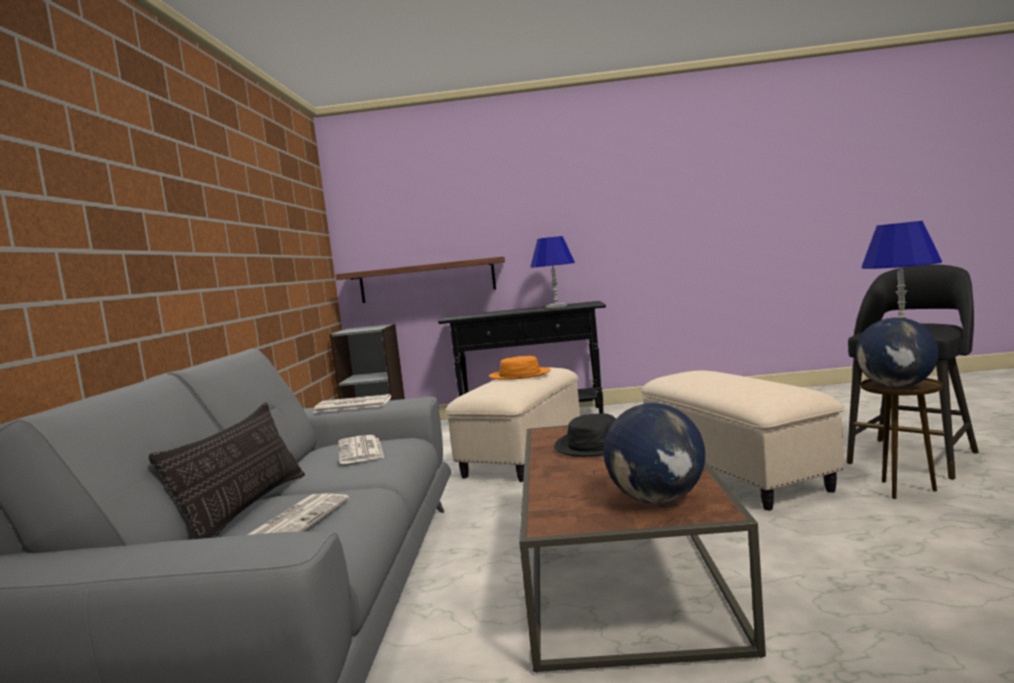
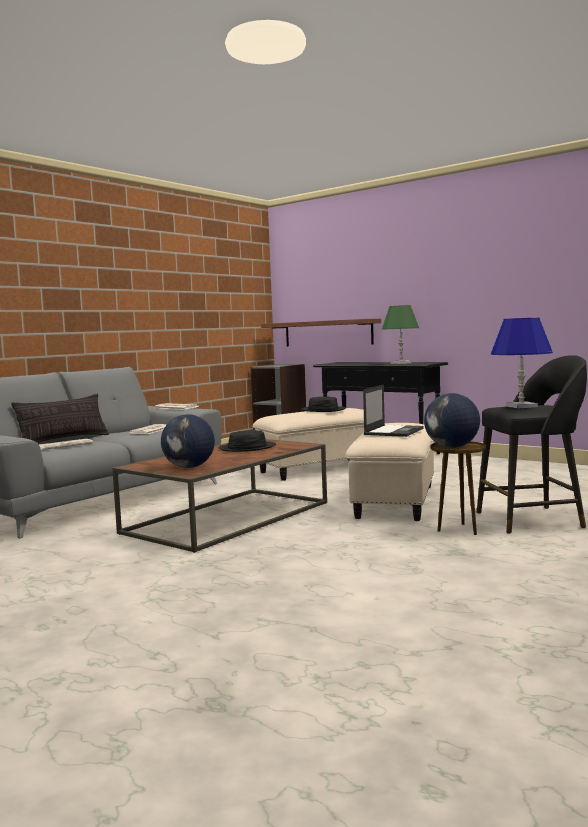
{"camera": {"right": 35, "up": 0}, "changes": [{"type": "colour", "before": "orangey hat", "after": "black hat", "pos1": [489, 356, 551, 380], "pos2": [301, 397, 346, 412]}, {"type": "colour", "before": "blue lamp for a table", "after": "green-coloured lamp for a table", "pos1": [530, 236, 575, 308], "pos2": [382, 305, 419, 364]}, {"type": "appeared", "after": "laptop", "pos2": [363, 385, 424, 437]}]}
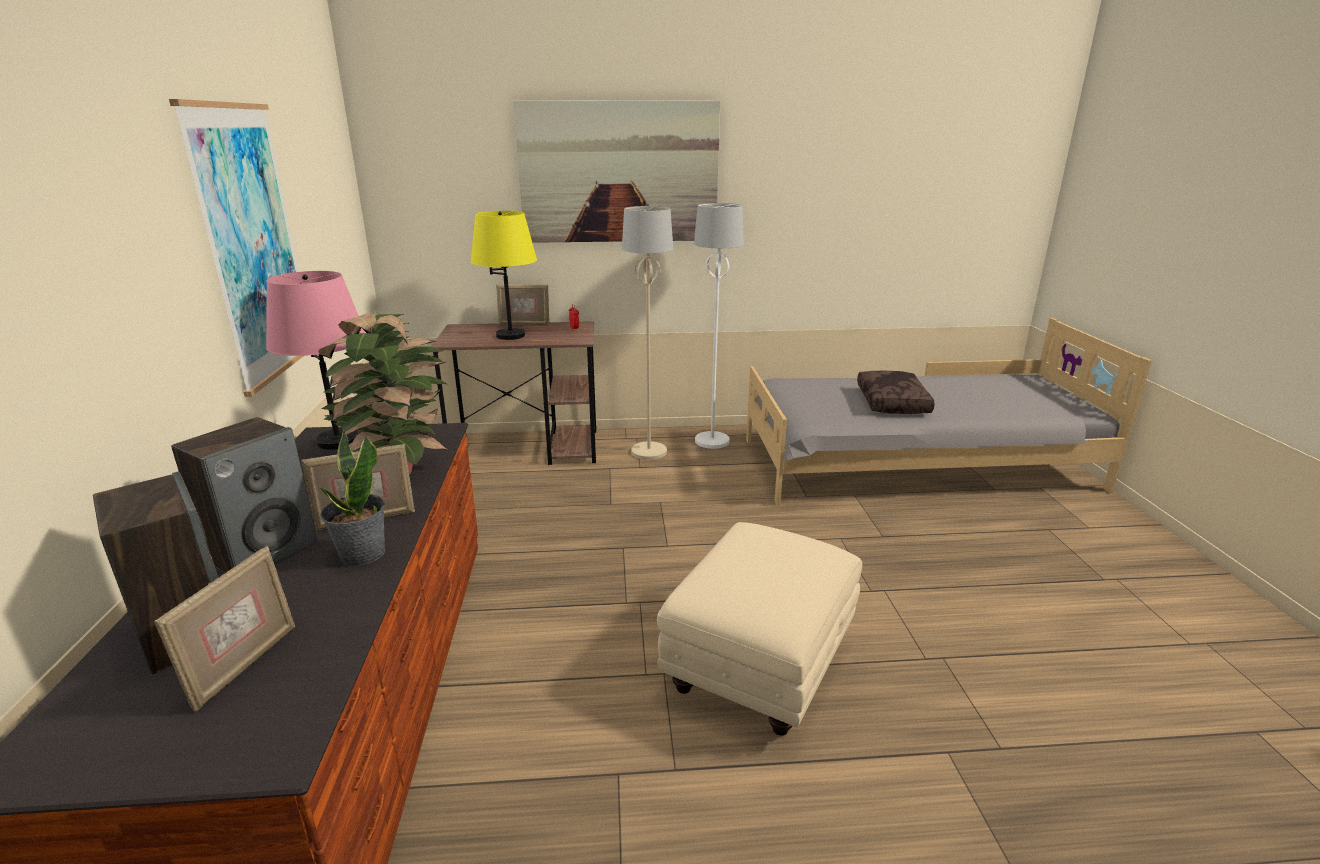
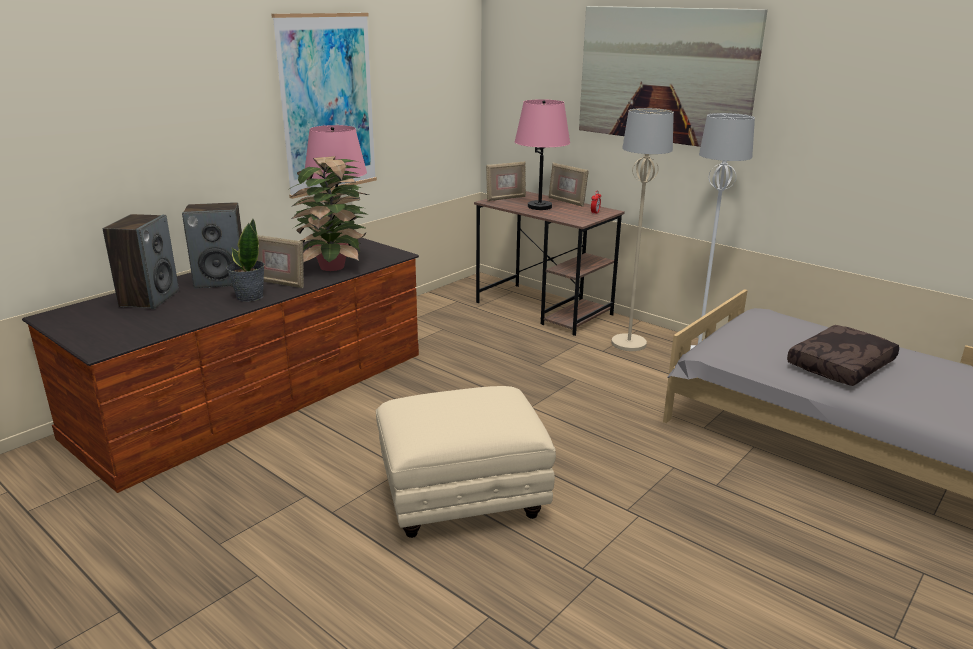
{"camera": {"right": 45, "up": 0}, "changes": [{"type": "relocated", "before": "picture frame", "pos1": [154, 546, 295, 712], "pos2": [486, 161, 526, 201]}, {"type": "colour", "before": "yellow-coloured lamp for a table", "after": "pinkish lamp for a table", "pos1": [471, 211, 537, 340], "pos2": [515, 99, 570, 210]}]}
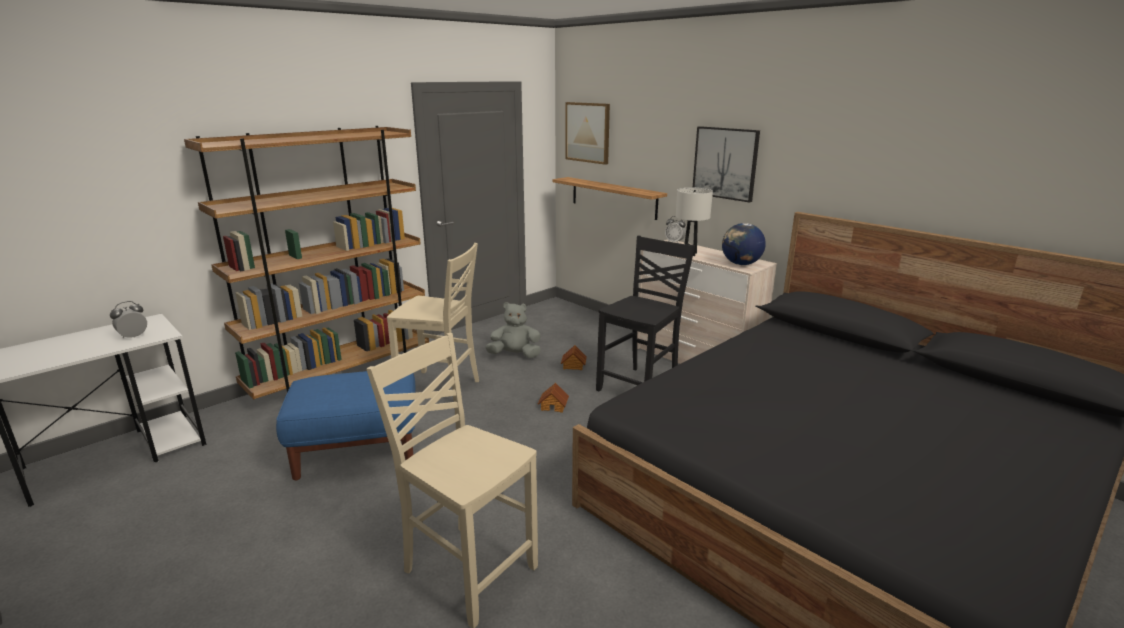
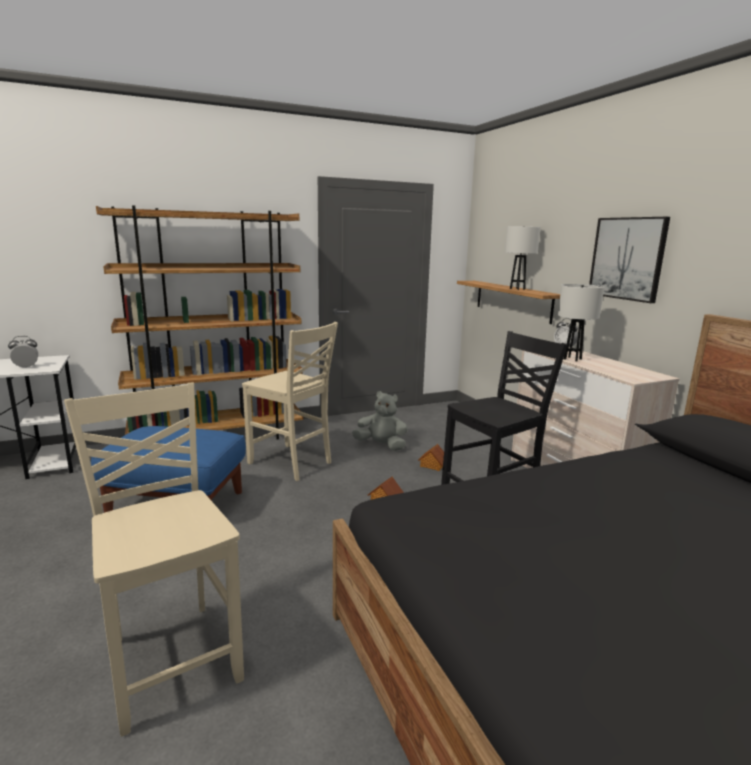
{"camera": {"right": 20, "up": -5}, "changes": [{"type": "missing", "before": "wall art", "pos1": [565, 102, 610, 165]}, {"type": "missing", "before": "world globe", "pos1": [722, 223, 766, 265]}, {"type": "appeared", "after": "white-coloured lamp for a table", "pos2": [505, 227, 541, 290]}]}
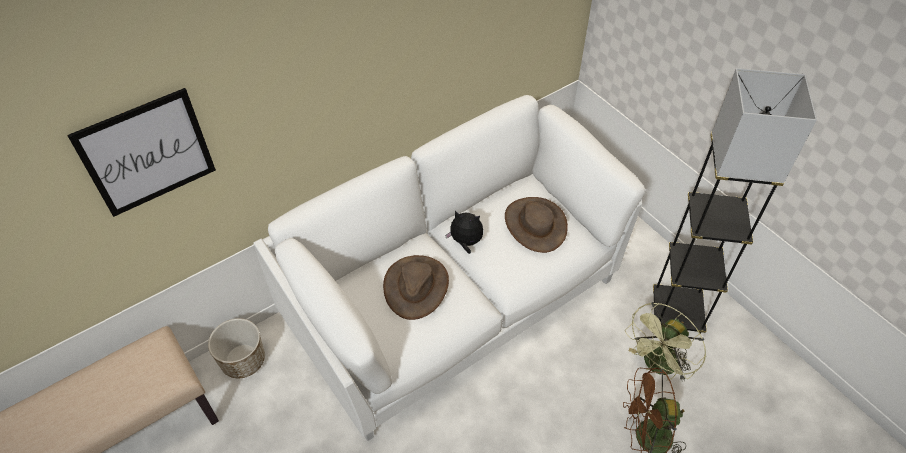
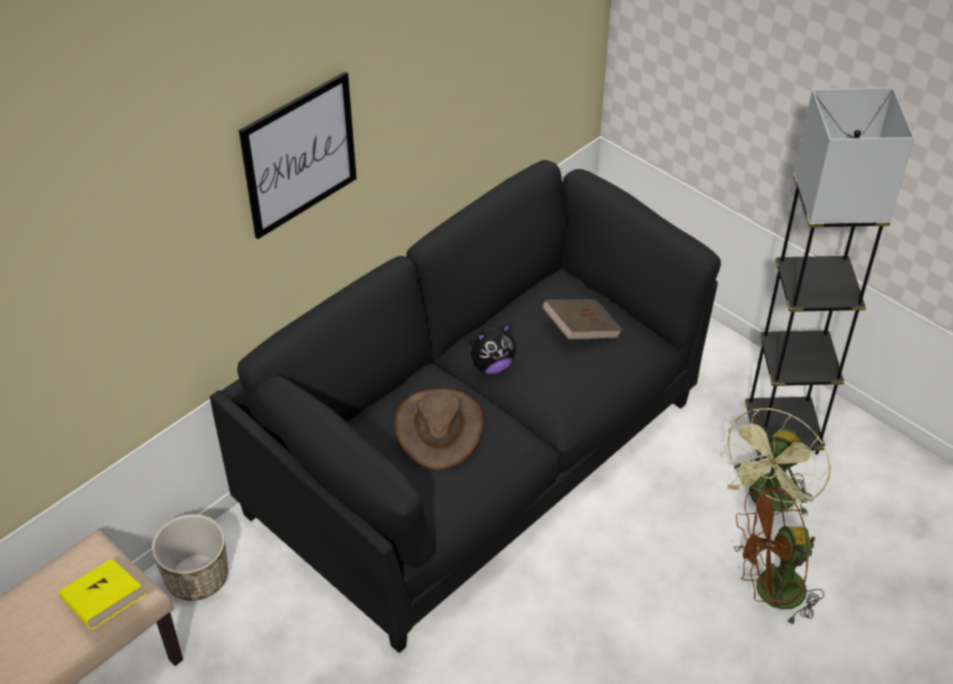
{"camera": {"right": -10, "up": -5}, "changes": [{"type": "relocated", "before": "wall art", "pos1": [67, 88, 216, 217], "pos2": [239, 71, 357, 239]}, {"type": "colour", "before": "white-coloured couch", "after": "black couch", "pos1": [253, 95, 645, 441], "pos2": [210, 160, 721, 653]}, {"type": "spun", "before": "cuddly toy", "pos1": [445, 211, 483, 254], "pos2": [469, 323, 516, 374], "turn": 150}, {"type": "exchanged", "before": "brown hat", "after": "brown book", "pos1": [505, 197, 568, 253], "pos2": [542, 299, 622, 340]}, {"type": "appeared", "after": "yellow-coloured book", "pos2": [59, 558, 146, 629]}]}
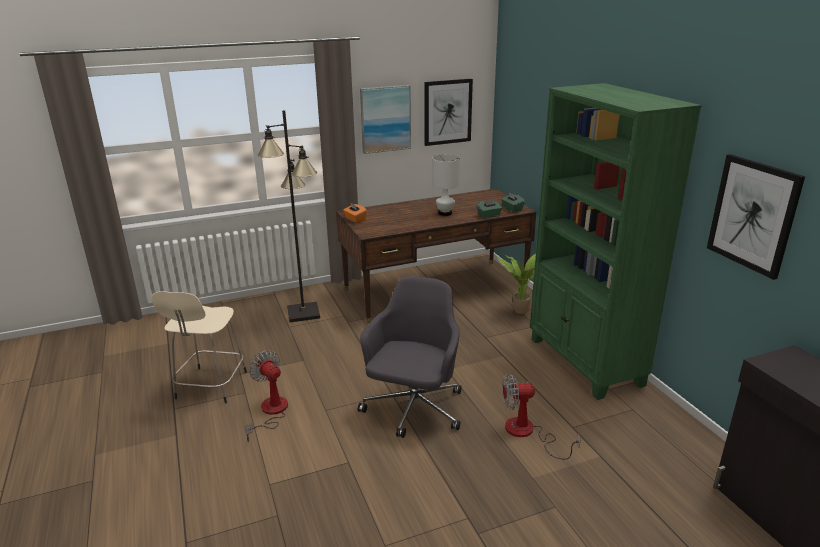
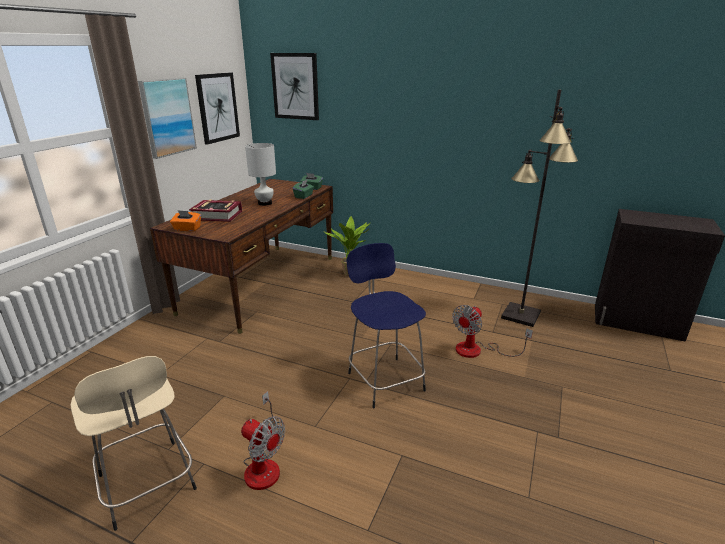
{"camera": {"right": -45, "up": 0}, "changes": [{"type": "spun", "before": "electric fan", "pos1": [245, 350, 288, 442], "pos2": [241, 391, 285, 490], "turn": -150}, {"type": "relocated", "before": "black standard lamp", "pos1": [258, 110, 320, 322], "pos2": [501, 90, 578, 327]}, {"type": "exchanged", "before": "gray office chair", "after": "blue stool seat", "pos1": [358, 276, 462, 438], "pos2": [347, 243, 426, 408]}, {"type": "missing", "before": "green-coloured bookshelf", "pos1": [530, 83, 702, 400]}, {"type": "relocated", "before": "wall art", "pos1": [707, 154, 805, 280], "pos2": [270, 53, 319, 120]}, {"type": "appeared", "after": "book", "pos2": [189, 199, 242, 222]}]}
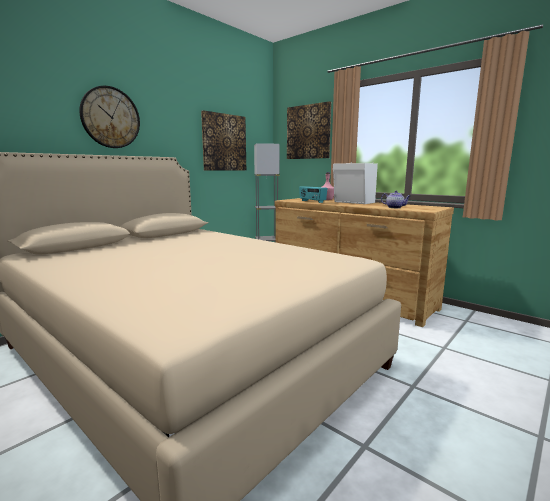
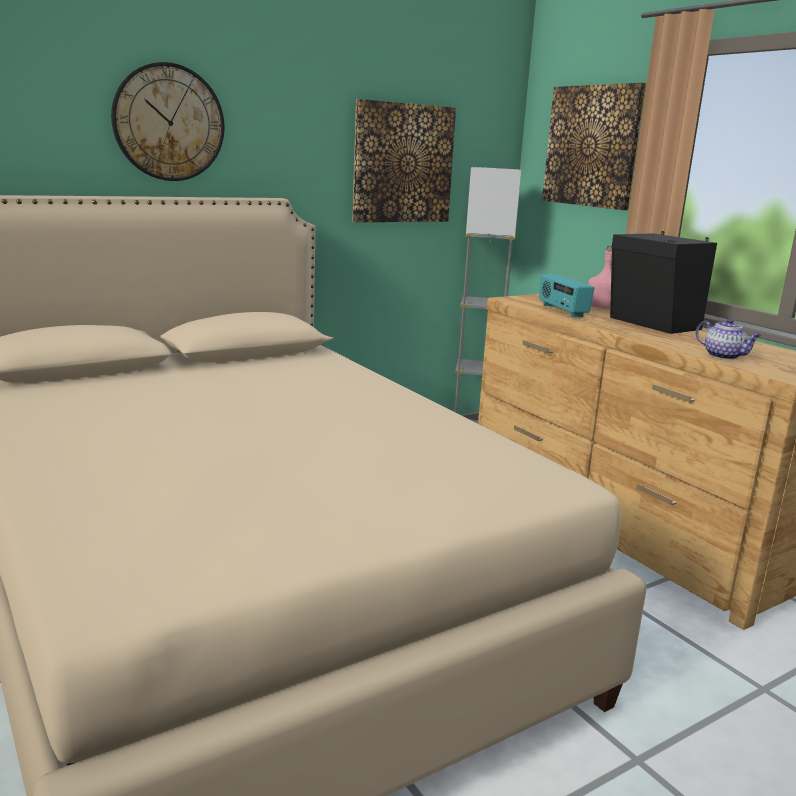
{"camera": {"right": 15, "up": 5}, "changes": [{"type": "colour", "before": "white-coloured audio speaker", "after": "black audio speaker", "pos1": [333, 162, 378, 204], "pos2": [610, 231, 717, 334]}]}
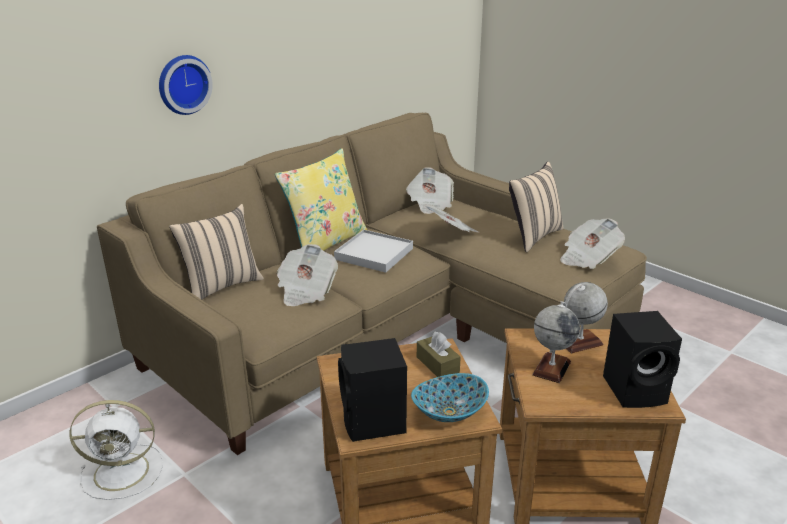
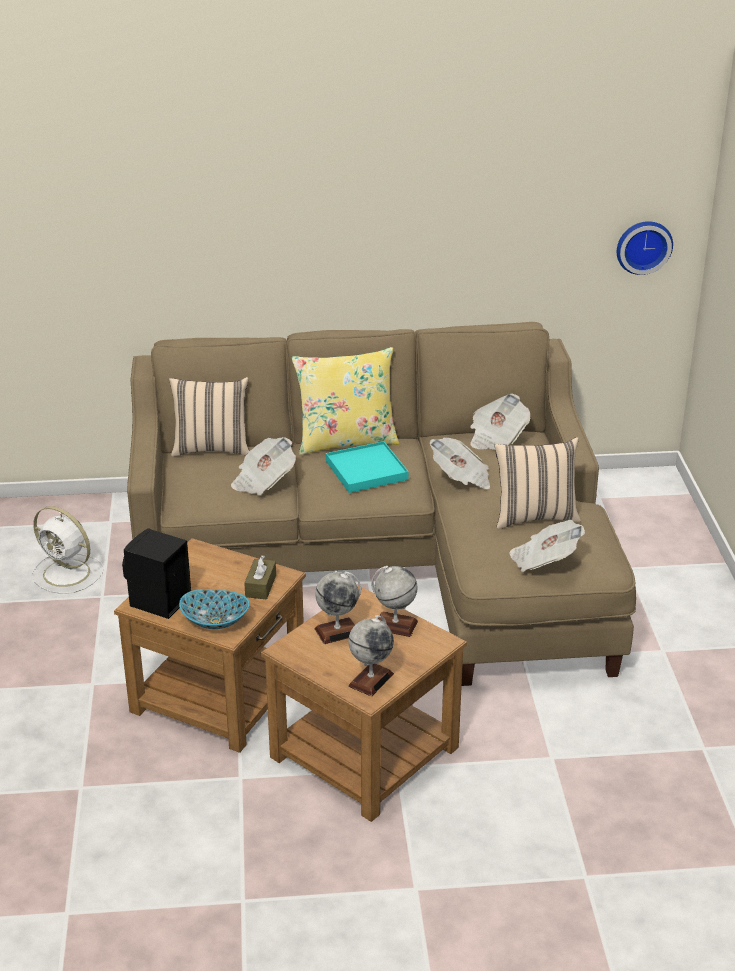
{"camera": {"right": 40, "up": 5}, "changes": [{"type": "relocated", "before": "clock on the wall", "pos1": [159, 55, 213, 115], "pos2": [617, 221, 673, 275]}, {"type": "colour", "before": "white-coloured carrying tray", "after": "turquoise carrying tray", "pos1": [334, 229, 413, 273], "pos2": [326, 441, 409, 493]}, {"type": "exchanged", "before": "black audio speaker", "after": "world globe", "pos1": [603, 311, 682, 408], "pos2": [348, 615, 394, 696]}]}
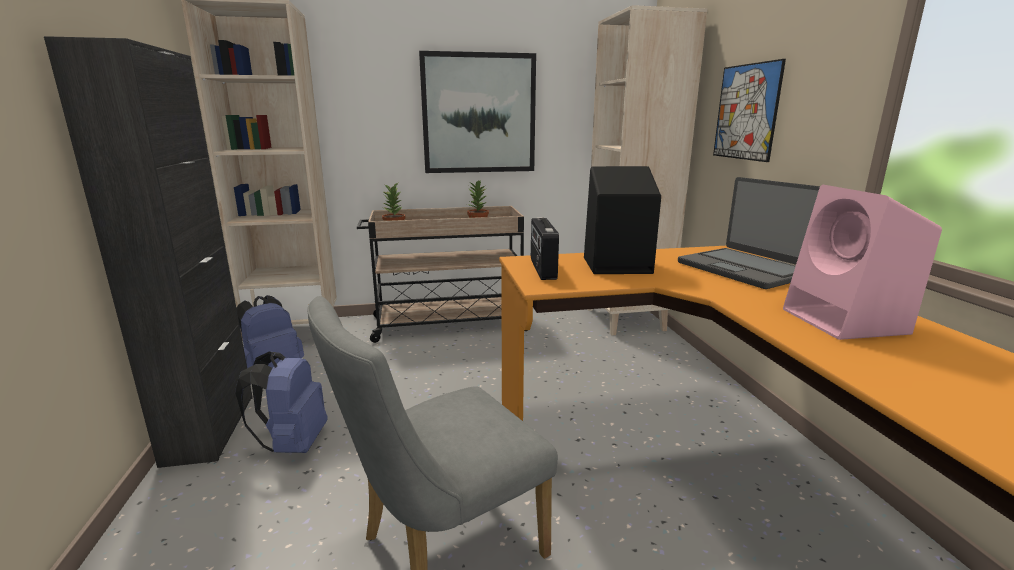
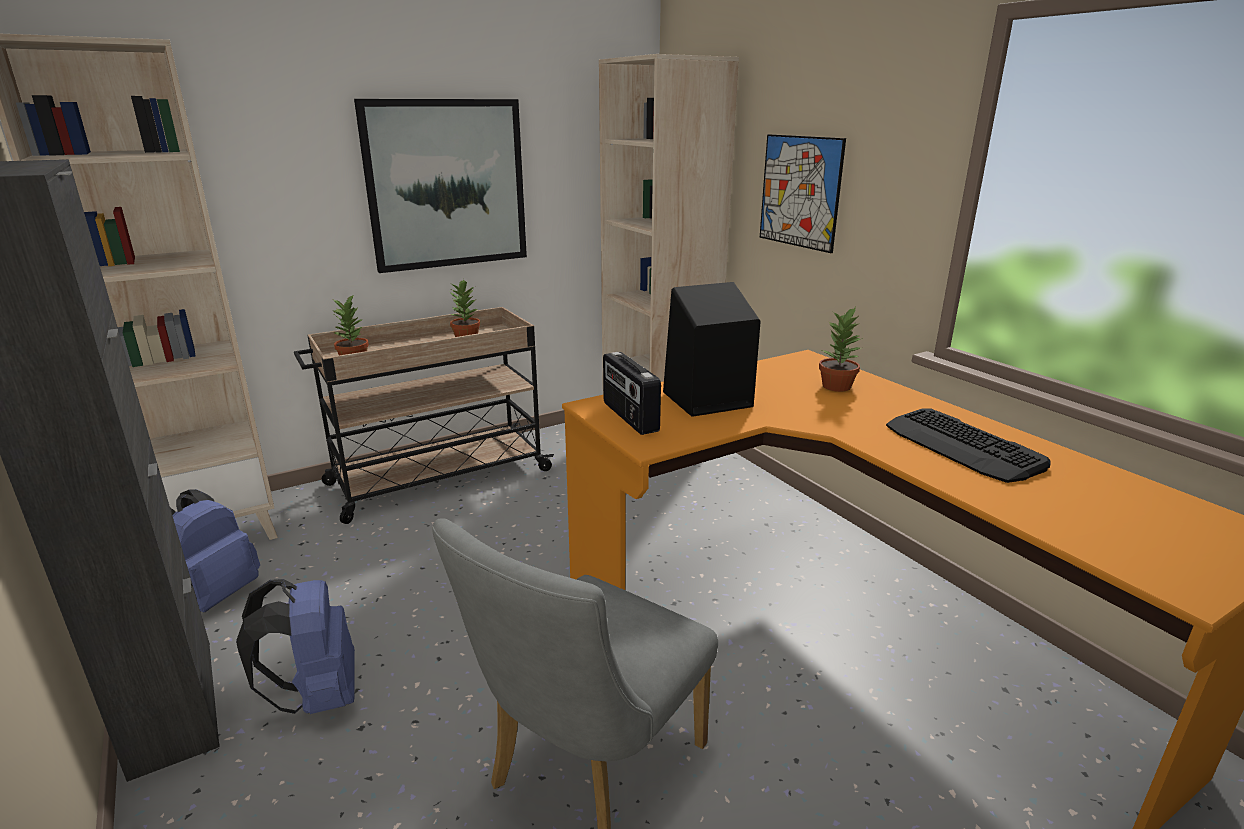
{"camera": {"right": -20, "up": 5}, "changes": [{"type": "exchanged", "before": "laptop", "after": "plant in a pot", "pos1": [678, 177, 820, 289], "pos2": [819, 307, 863, 392]}, {"type": "exchanged", "before": "pinkish audio speaker", "after": "computer keyboard", "pos1": [783, 185, 942, 340], "pos2": [886, 408, 1051, 483]}]}
